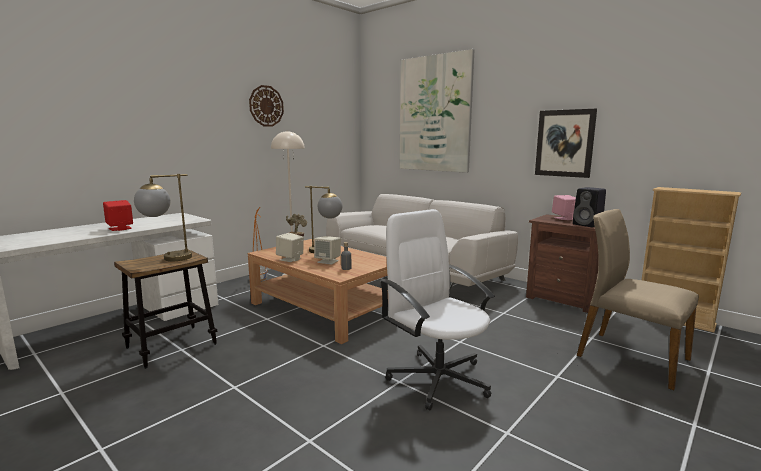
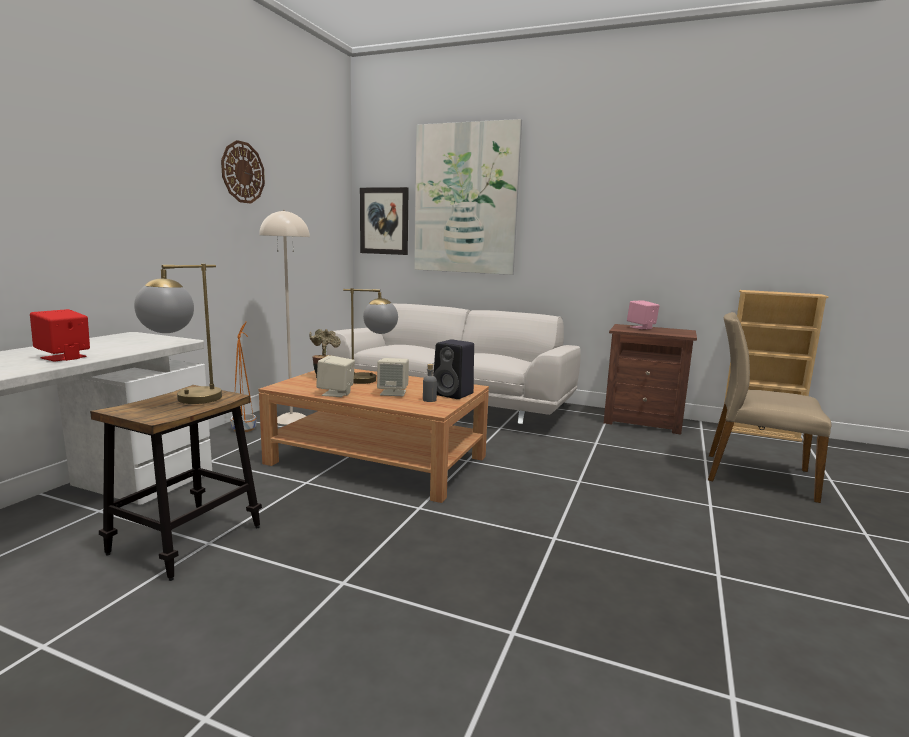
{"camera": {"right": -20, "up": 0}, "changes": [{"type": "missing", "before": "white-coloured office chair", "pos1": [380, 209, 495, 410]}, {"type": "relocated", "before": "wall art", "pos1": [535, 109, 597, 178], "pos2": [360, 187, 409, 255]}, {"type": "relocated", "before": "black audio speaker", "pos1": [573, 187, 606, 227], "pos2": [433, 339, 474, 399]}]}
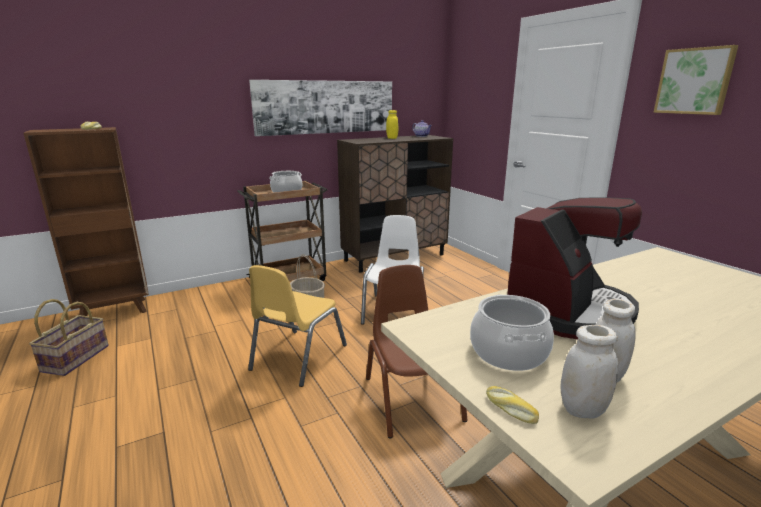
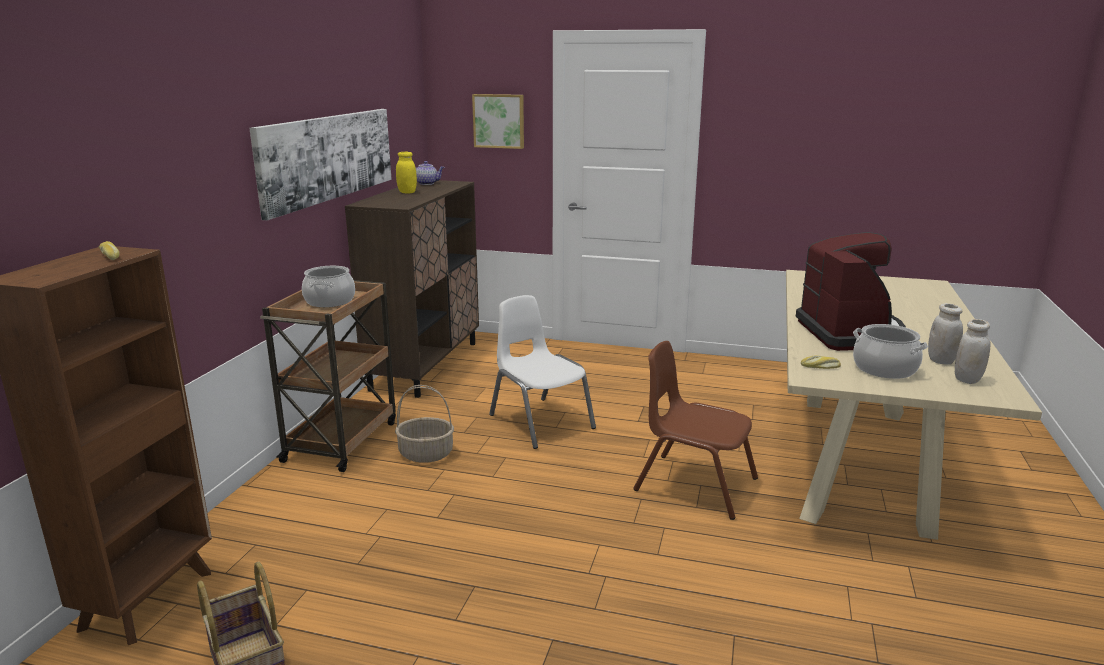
{"camera": {"right": -45, "up": 0}, "changes": [{"type": "missing", "before": "yellow-coloured upright chair", "pos1": [248, 265, 347, 387]}, {"type": "relocated", "before": "bread", "pos1": [486, 386, 539, 424], "pos2": [801, 356, 841, 369]}, {"type": "relocated", "before": "wall art", "pos1": [654, 45, 739, 115], "pos2": [472, 94, 524, 149]}]}
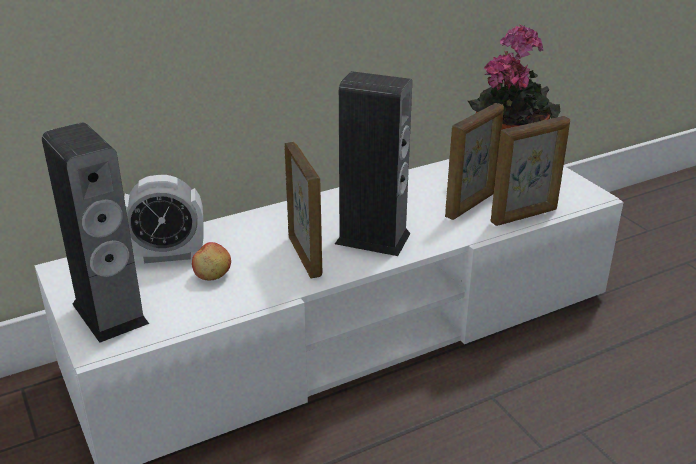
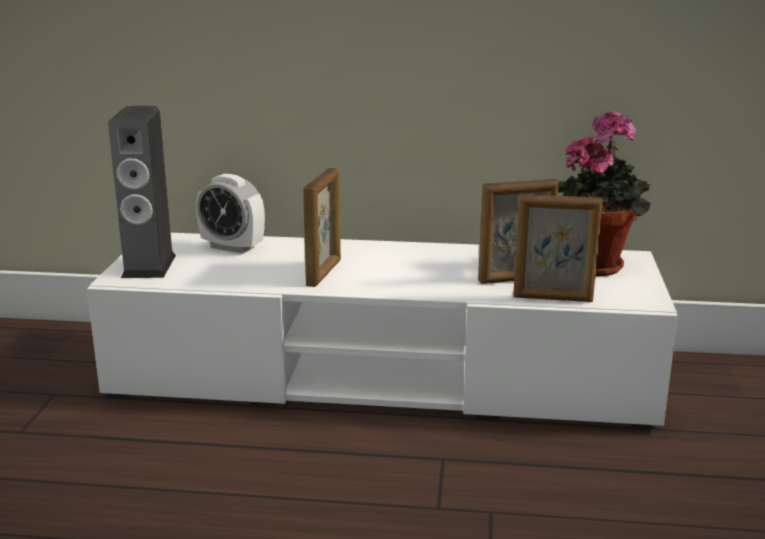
{"camera": {"right": 35, "up": -10}, "changes": [{"type": "missing", "before": "apple fruit", "pos1": [192, 242, 231, 280]}, {"type": "missing", "before": "audio speaker", "pos1": [335, 71, 412, 256]}]}
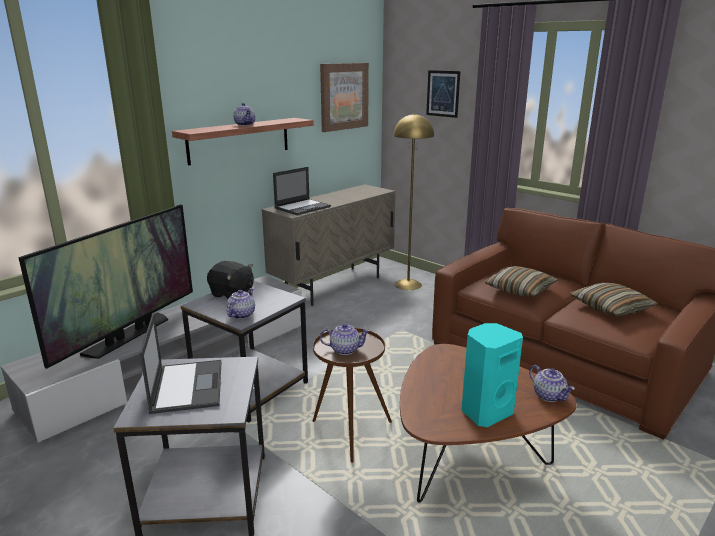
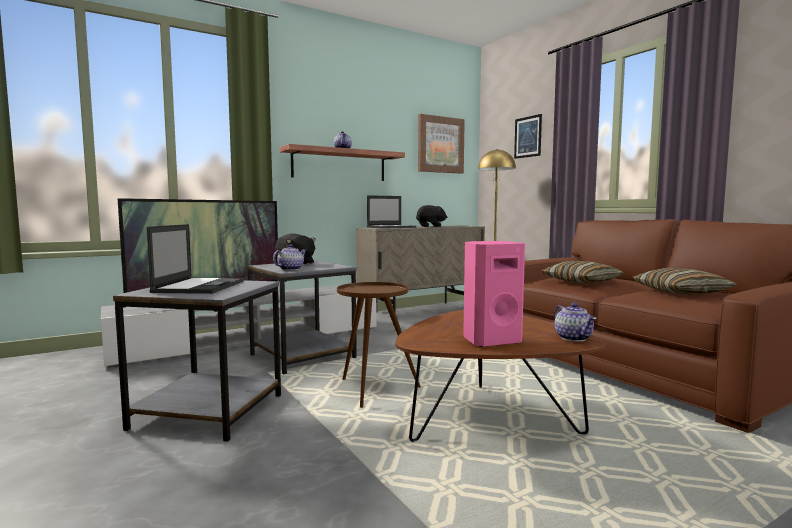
{"camera": {"right": 15, "up": -15}, "changes": [{"type": "missing", "before": "pot for tea", "pos1": [320, 323, 370, 355]}, {"type": "colour", "before": "turquoise audio speaker", "after": "pinkish audio speaker", "pos1": [461, 323, 523, 427], "pos2": [463, 241, 525, 347]}, {"type": "appeared", "after": "black cuddly toy", "pos2": [416, 205, 447, 227]}]}
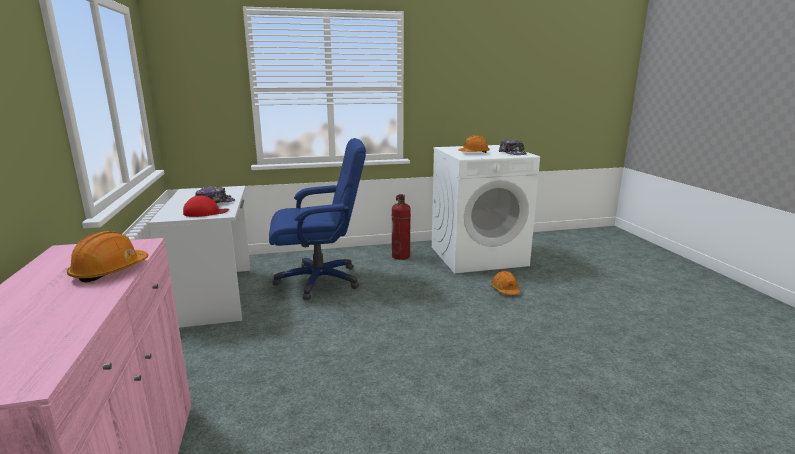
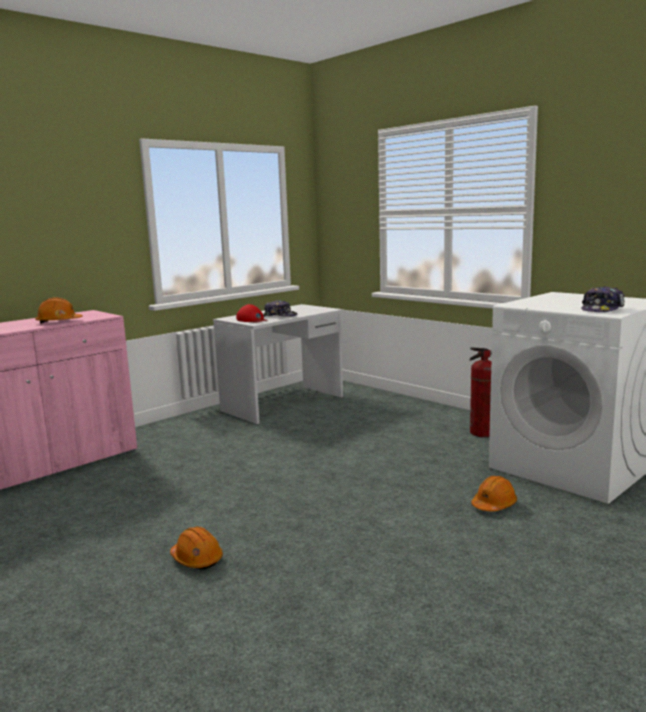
{"camera": {"right": 60, "up": -5}, "changes": [{"type": "missing", "before": "blue office chair", "pos1": [269, 138, 366, 300]}, {"type": "relocated", "before": "orangey work helmet", "pos1": [458, 135, 490, 153], "pos2": [170, 526, 223, 570]}]}
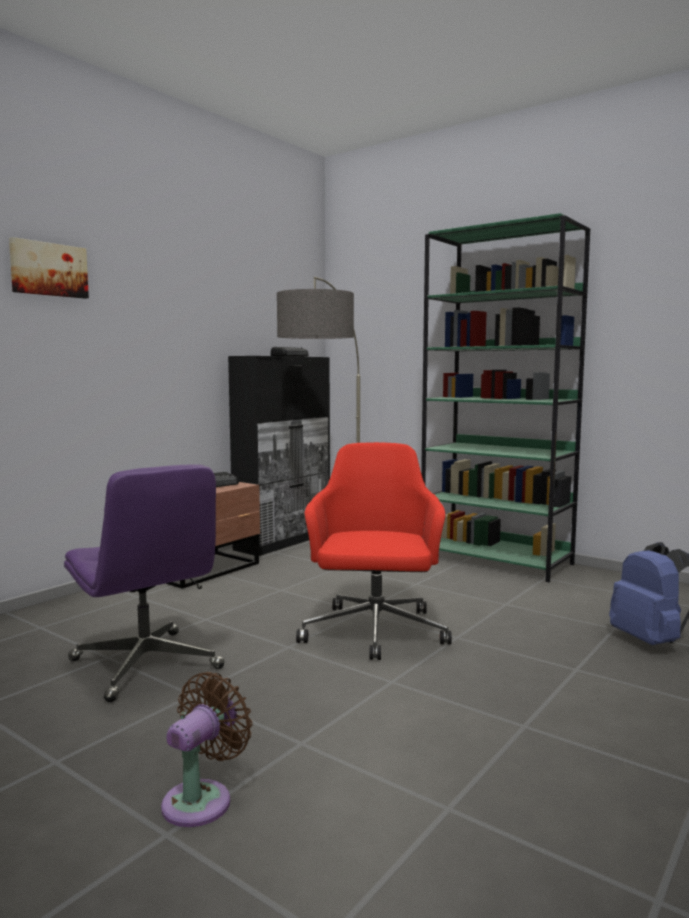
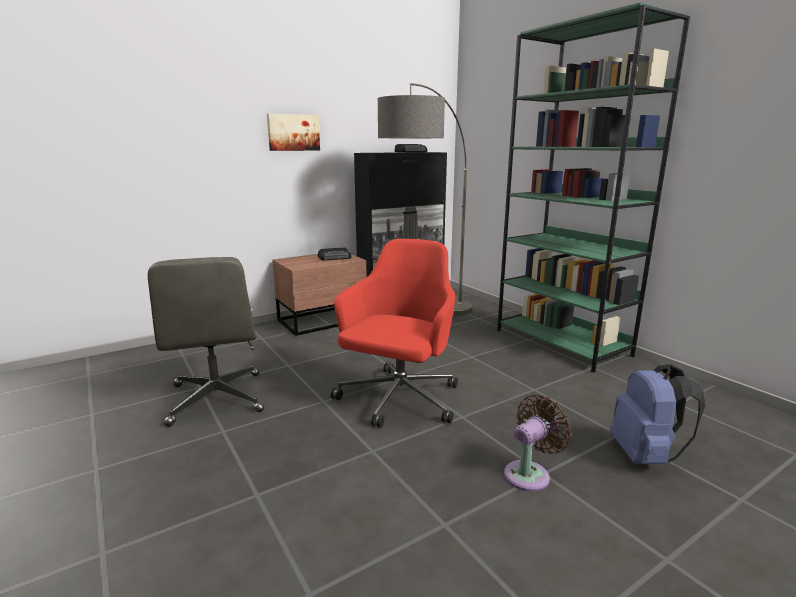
{"camera": {"right": 20, "up": 10}, "changes": [{"type": "relocated", "before": "wall art", "pos1": [9, 237, 89, 299], "pos2": [267, 114, 320, 151]}, {"type": "colour", "before": "purple-coloured office chair", "after": "gray office chair", "pos1": [64, 464, 224, 702], "pos2": [148, 257, 264, 427]}, {"type": "relocated", "before": "brown electric fan", "pos1": [161, 672, 253, 827], "pos2": [504, 395, 571, 492]}]}
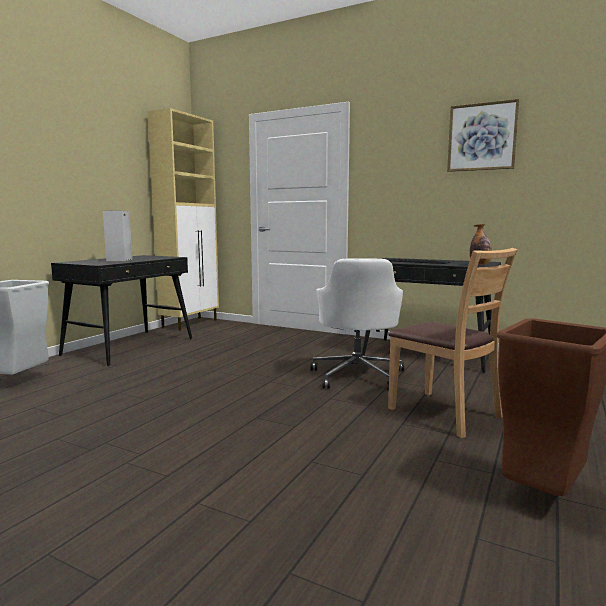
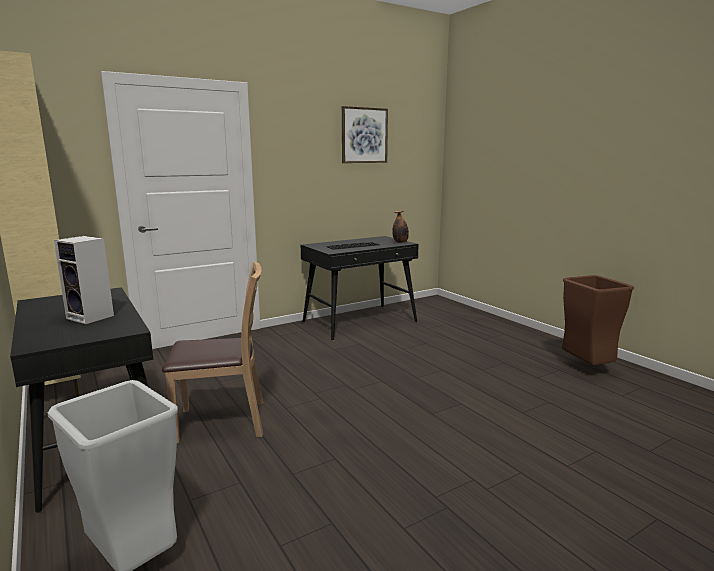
{"camera": {"right": -60, "up": 5}, "changes": [{"type": "missing", "before": "white-coloured office chair", "pos1": [311, 258, 404, 390]}, {"type": "relocated", "before": "brown upright chair", "pos1": [388, 248, 518, 438], "pos2": [162, 261, 264, 444]}]}
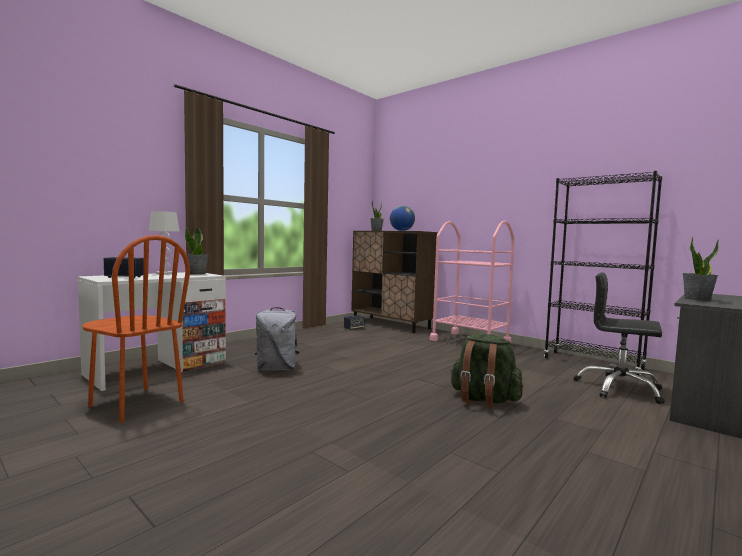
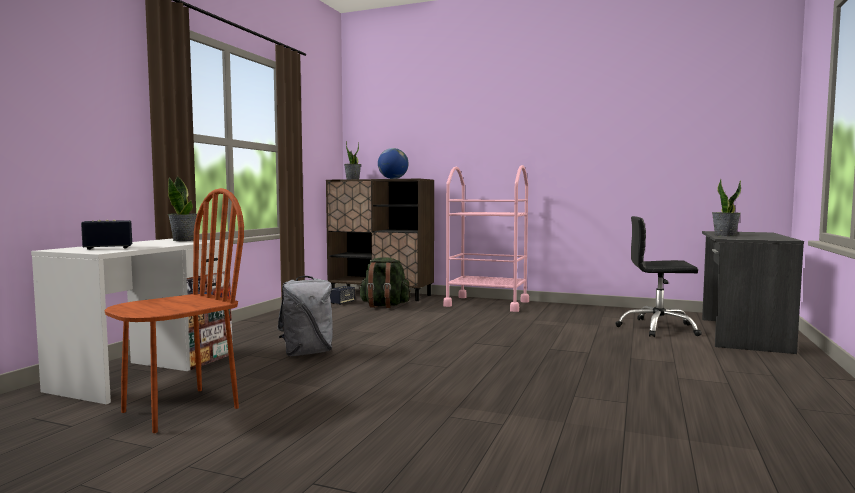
{"camera": {"right": -20, "up": 0}, "changes": [{"type": "spun", "before": "brown upright chair", "pos1": [82, 235, 190, 423], "pos2": [104, 188, 244, 433], "turn": -60}, {"type": "missing", "before": "white-coloured lamp for a table", "pos1": [149, 211, 180, 275]}, {"type": "relocated", "before": "green-coloured knapsack", "pos1": [450, 334, 523, 408], "pos2": [359, 257, 411, 308]}, {"type": "missing", "before": "black bookshelf", "pos1": [544, 171, 662, 376]}]}
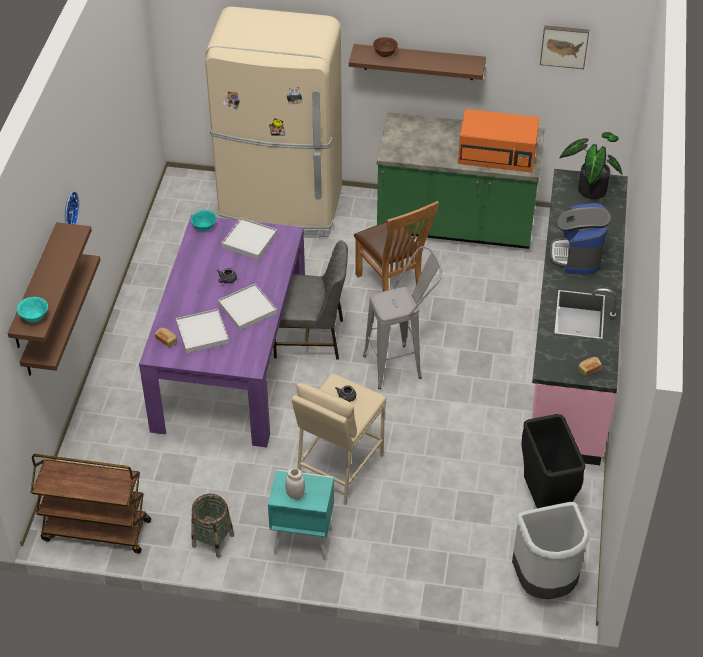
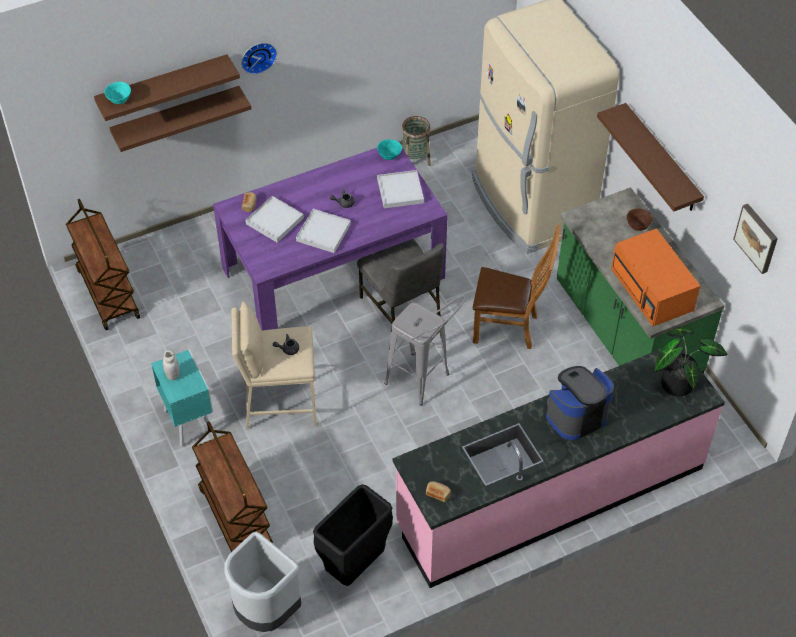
{"camera": {"right": 55, "up": 5}, "changes": [{"type": "relocated", "before": "basket", "pos1": [192, 494, 234, 558], "pos2": [402, 116, 431, 166]}, {"type": "spun", "before": "brown upright chair", "pos1": [354, 201, 439, 291], "pos2": [473, 224, 560, 349], "turn": -105}, {"type": "relocated", "before": "brown serving bowl", "pos1": [373, 37, 398, 57], "pos2": [627, 208, 653, 231]}, {"type": "appeared", "after": "brown wheeled cart", "pos2": [192, 422, 273, 552]}]}
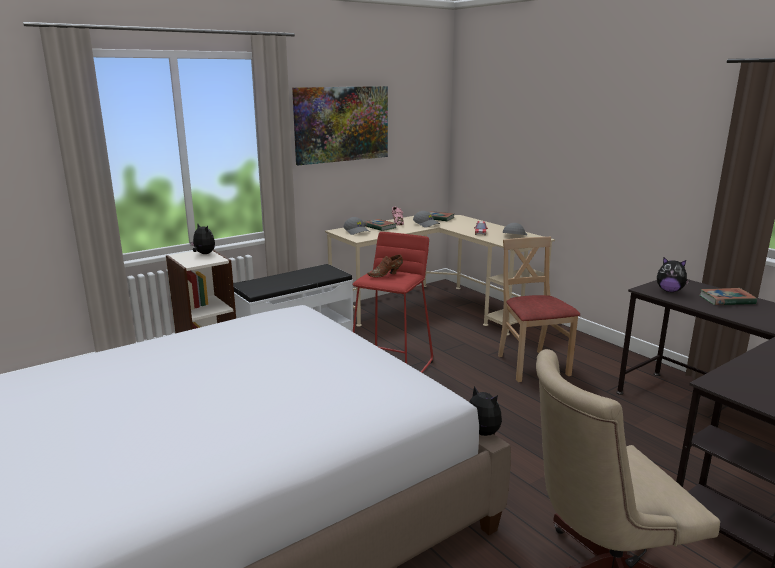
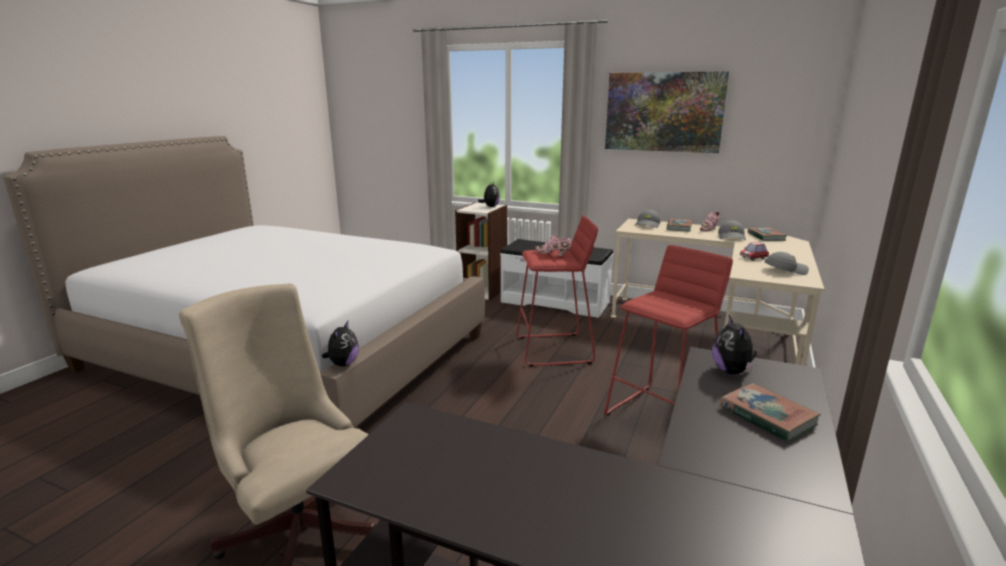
{"camera": {"right": 60, "up": 0}, "changes": [{"type": "colour", "before": "brown item of footwear", "after": "pinkish item of footwear", "pos1": [367, 254, 403, 277], "pos2": [535, 235, 571, 256]}, {"type": "exchanged", "before": "beige upright chair", "after": "red stool seat", "pos1": [498, 237, 580, 382], "pos2": [605, 245, 733, 415]}]}
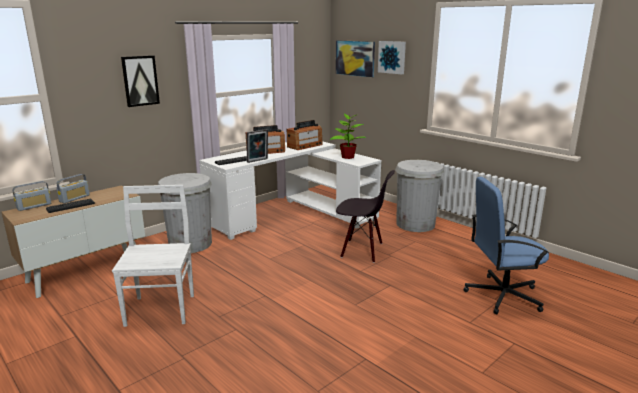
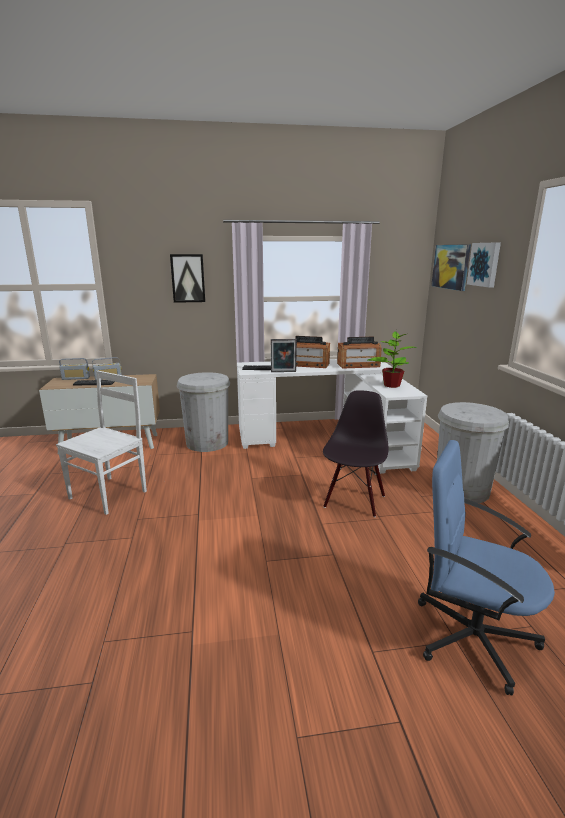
{"camera": {"right": 35, "up": 0}, "changes": [{"type": "spun", "before": "black upright chair", "pos1": [336, 170, 395, 263], "pos2": [323, 390, 389, 517], "turn": -120}]}
